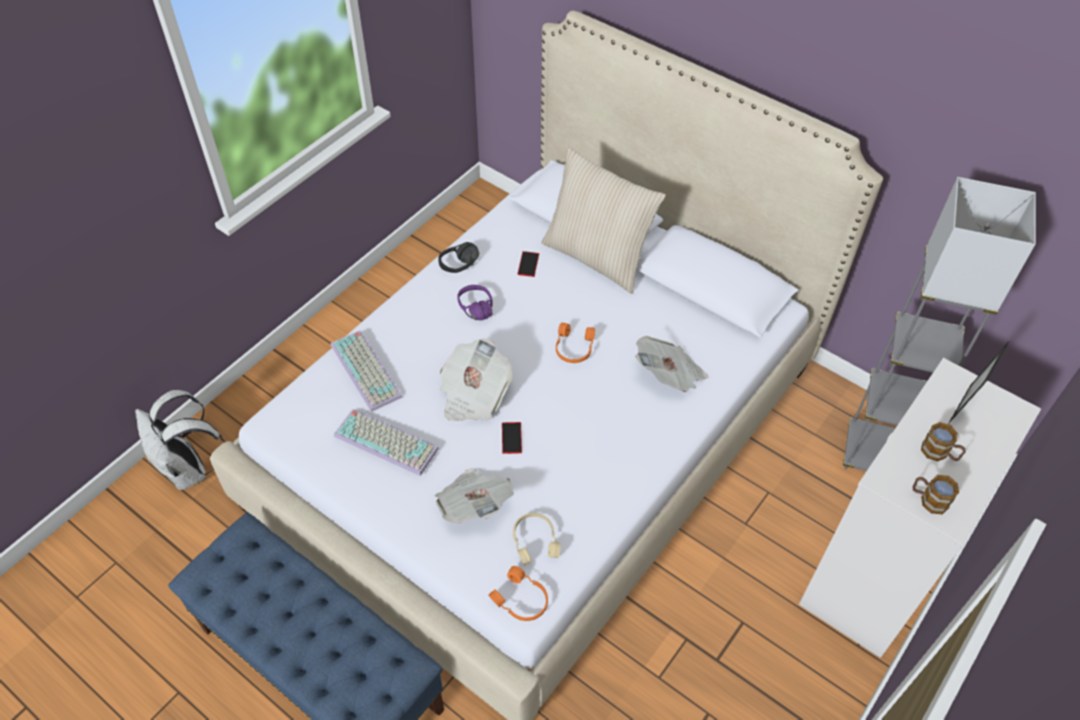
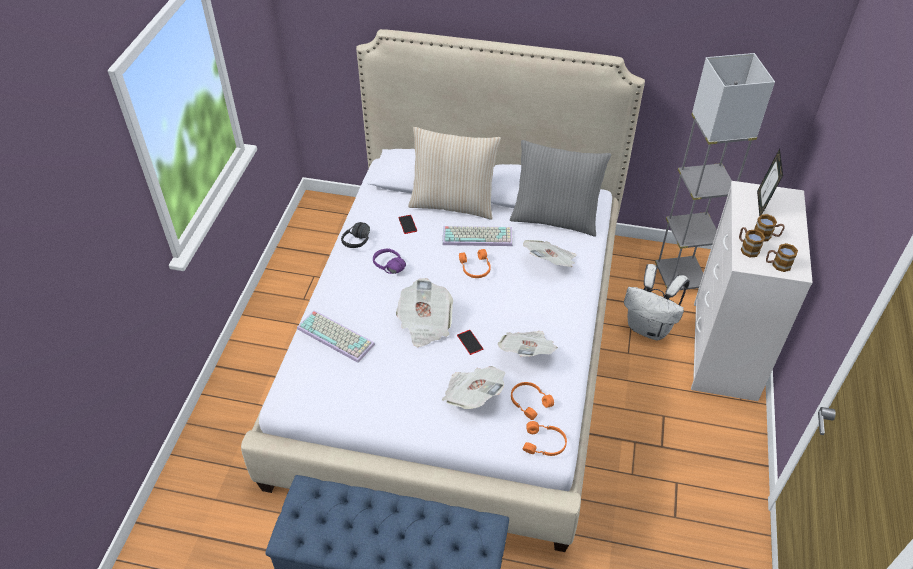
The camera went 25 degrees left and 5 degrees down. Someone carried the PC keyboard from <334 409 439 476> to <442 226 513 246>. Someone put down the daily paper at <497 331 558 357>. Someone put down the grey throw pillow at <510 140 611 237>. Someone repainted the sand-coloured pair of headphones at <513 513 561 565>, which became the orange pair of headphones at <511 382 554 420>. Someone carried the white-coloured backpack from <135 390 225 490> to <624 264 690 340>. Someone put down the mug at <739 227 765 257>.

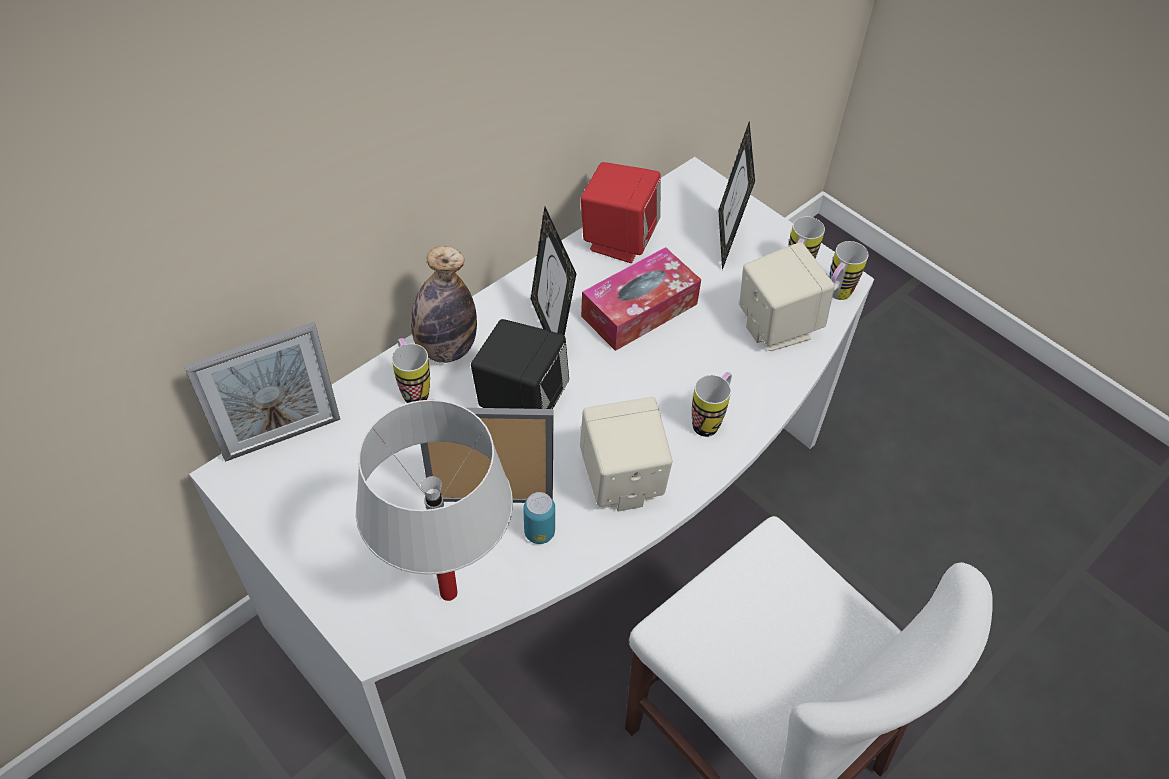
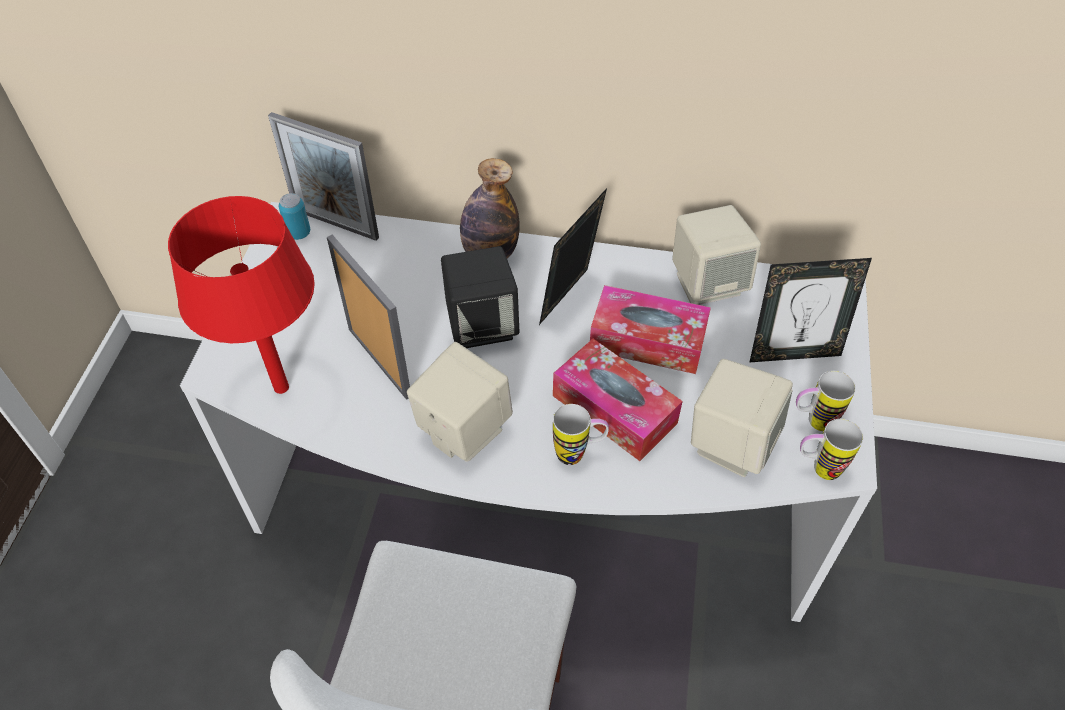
The camera went 55 degrees right and 0 degrees up. Someone repainted the white-coloured lamp for a table at <356 400 513 601>, which became the red lamp for a table at <168 196 315 394>. Someone carried the sealed can from <523 492 555 544> to <279 193 310 240>. Someone put down the tissue box at <553 339 683 461>. Someone repainted the red loudspeaker at <581 162 661 263>, which became the sand-coloured loudspeaker at <672 205 761 305>. Someone rotated the photo frame at <718 122 755 270> by 150 degrees counterclockwise. Someone took away the mug at <392 338 430 403>.

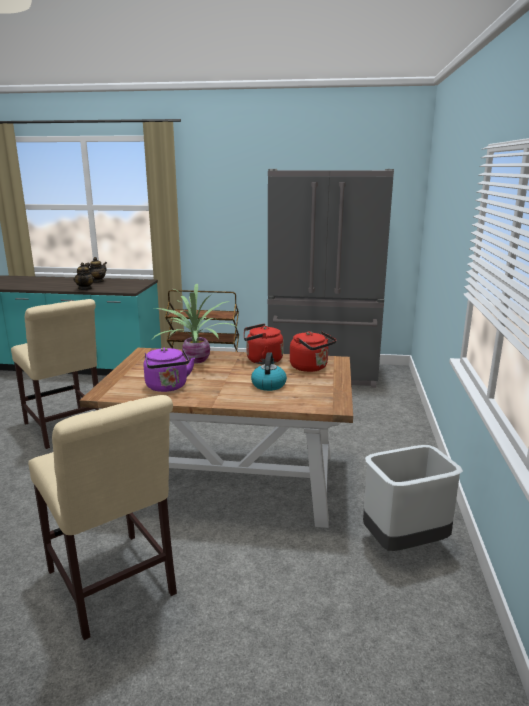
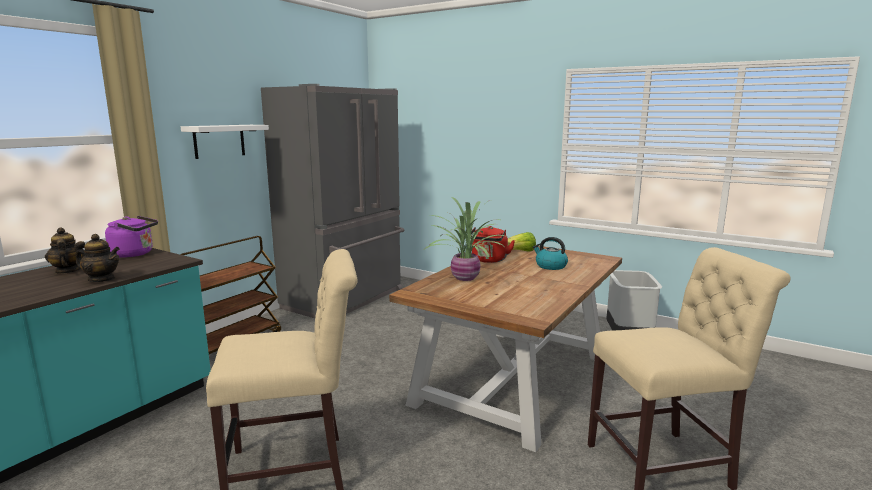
The camera went 65 degrees left and 5 degrees down. Someone carried the purple tea kettle from <144 348 195 392> to <105 216 158 258>. Someone put up the white-coloured bracket shelf at <181 125 269 159>. Someone swapped the red tea kettle at <290 331 336 372> for the head of lettuce at <508 232 536 251>.

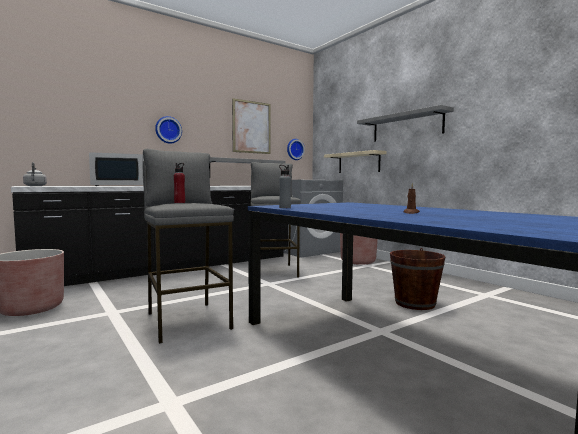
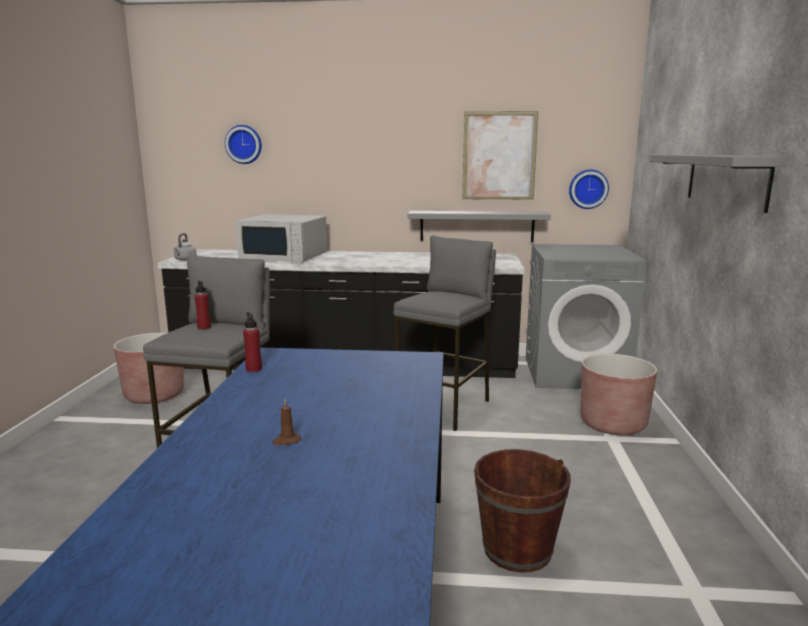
The camera went 40 degrees right and 10 degrees up. Someone carried the hanging clock from <155 116 182 144> to <225 125 262 164>. Someone repainted the grey bottle at <279 165 291 208>, which became the red bottle at <243 312 262 372>. Someone took away the sand-coloured bracket shelf at <324 150 387 173>.

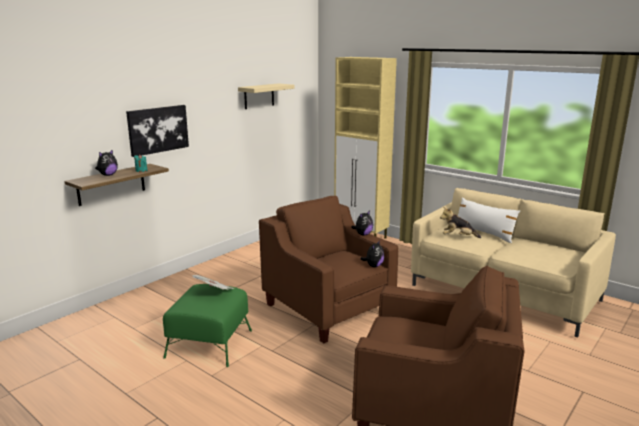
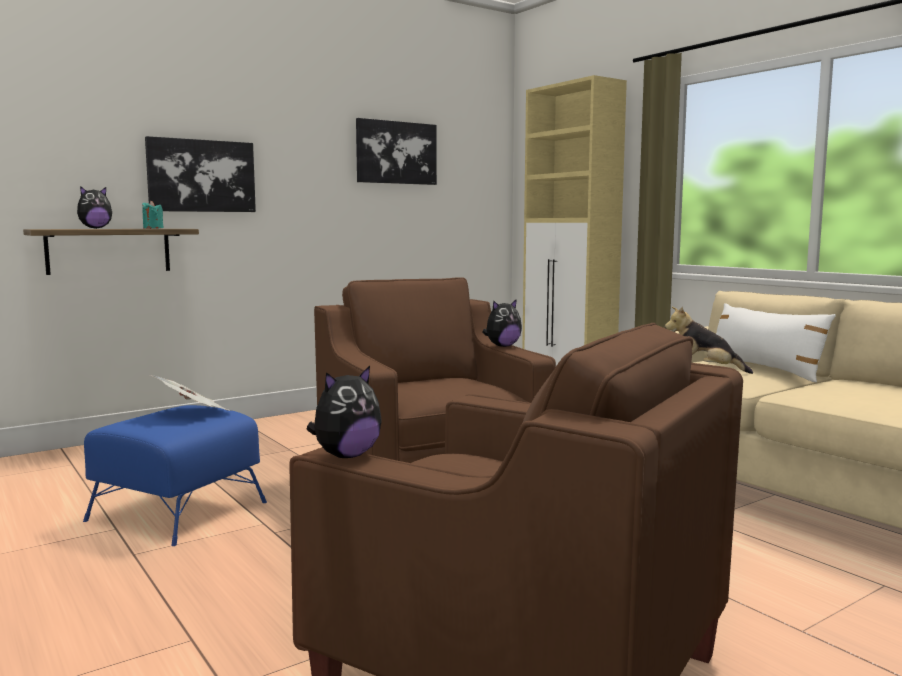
The camera went 15 degrees right and 10 degrees down. Someone repainted the green-coloured footrest at <163 284 252 367>, which became the blue footrest at <83 405 267 546>. Someone carried the cuddly toy from <361 240 384 267> to <306 366 382 458>. Someone swapped the sand-coloured bracket shelf at <238 83 295 109> for the wall picture at <356 118 437 185>.

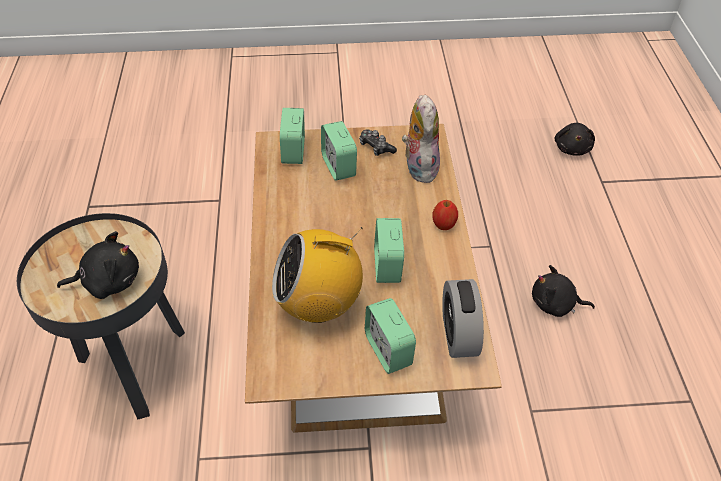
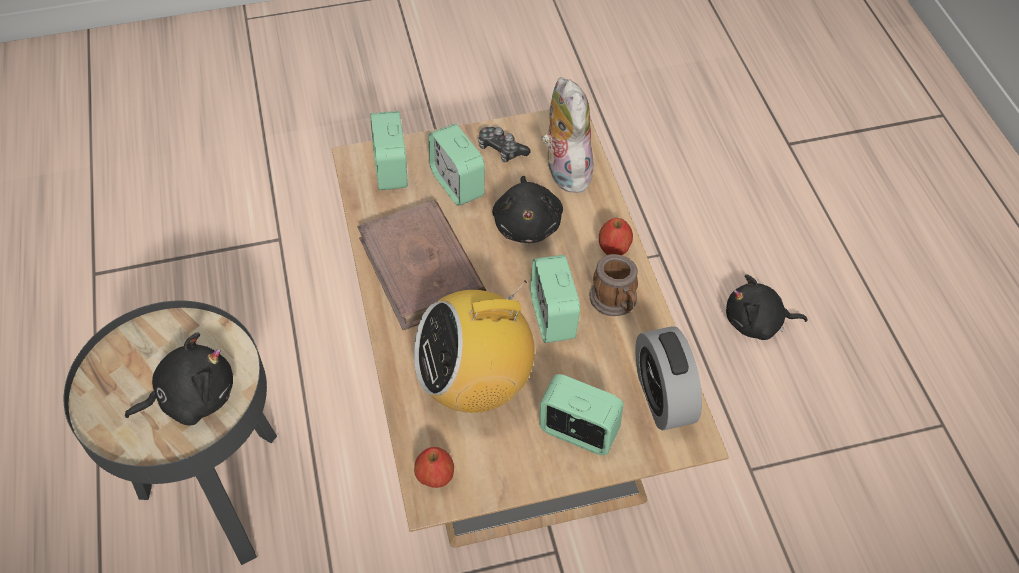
The camera went 10 degrees left and 5 degrees up. Someone put down the brownish book at <357 200 486 330>. Someone put down the apple fruit at <414 447 454 488>. Someone carried the black-coloured cuddly toy from <555 123 595 156> to <492 176 563 243>. Someone rotated the bedside clock at <365 298 416 374> by 150 degrees clockwise. Someone put down the mug at <590 254 638 316>.

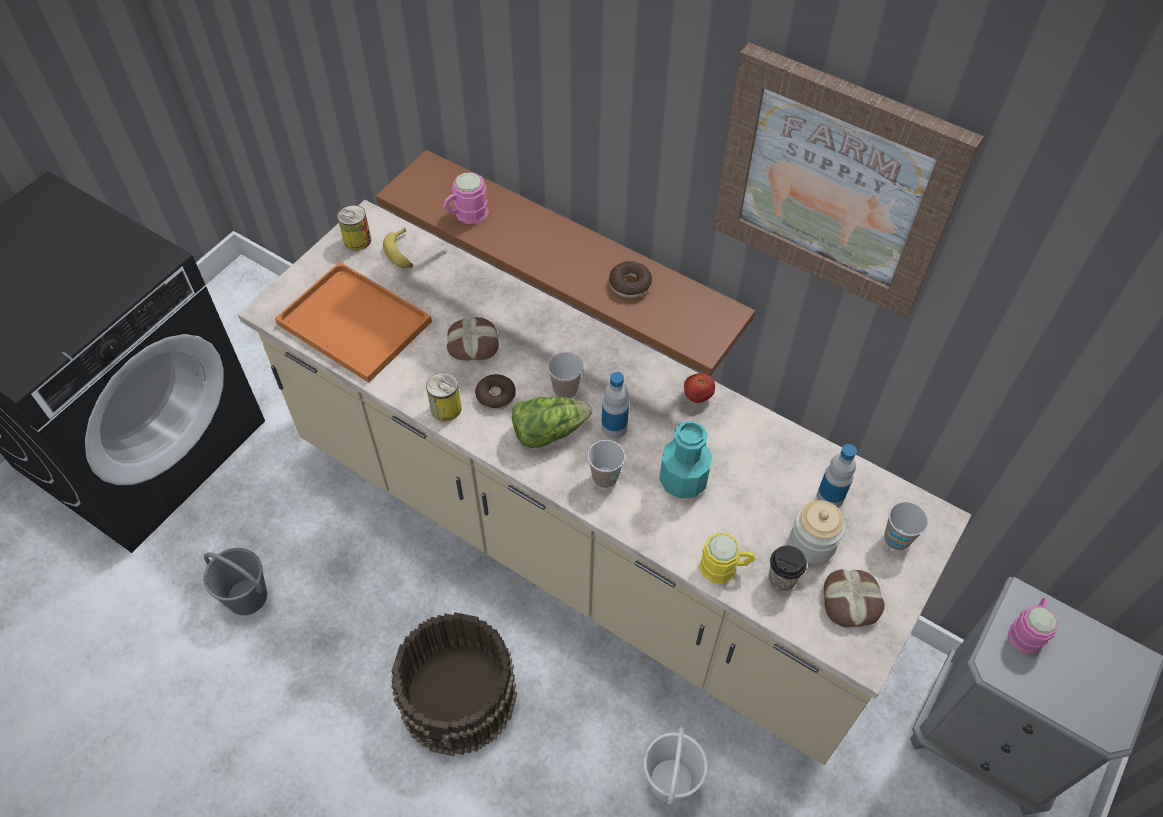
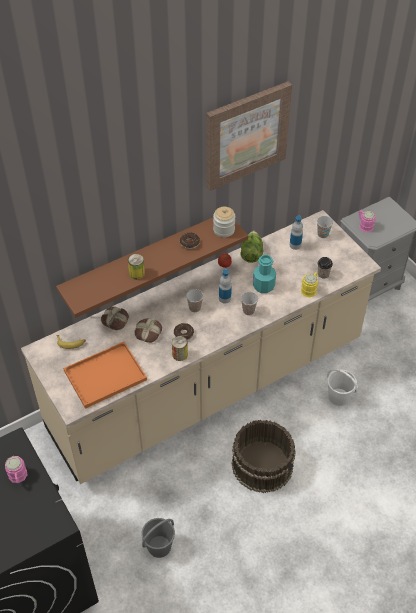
The camera went 65 degrees left and 5 degrees down. Someone carried the pinkish mug from <443 172 489 224> to <5 456 28 483>. Someone carried the baked bread from <824 569 885 627> to <101 307 129 330>. Someone carried the sealed can from <337 205 371 251> to <128 254 145 280>. Someone carried the jar from <789 500 845 564> to <213 207 235 237>. Someone carried the head of lettuce from <512 397 592 448> to <241 231 263 263>.

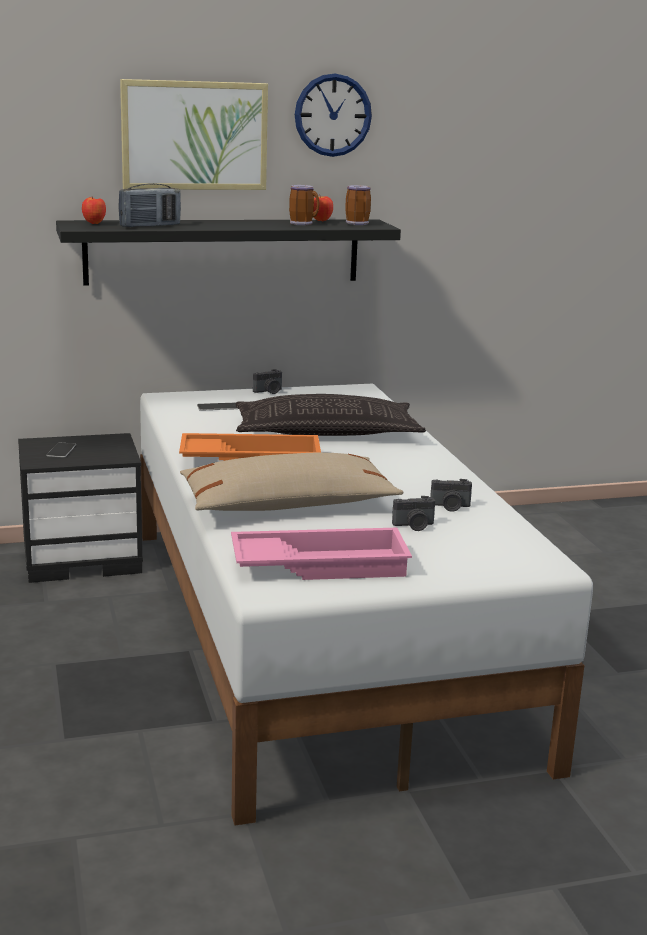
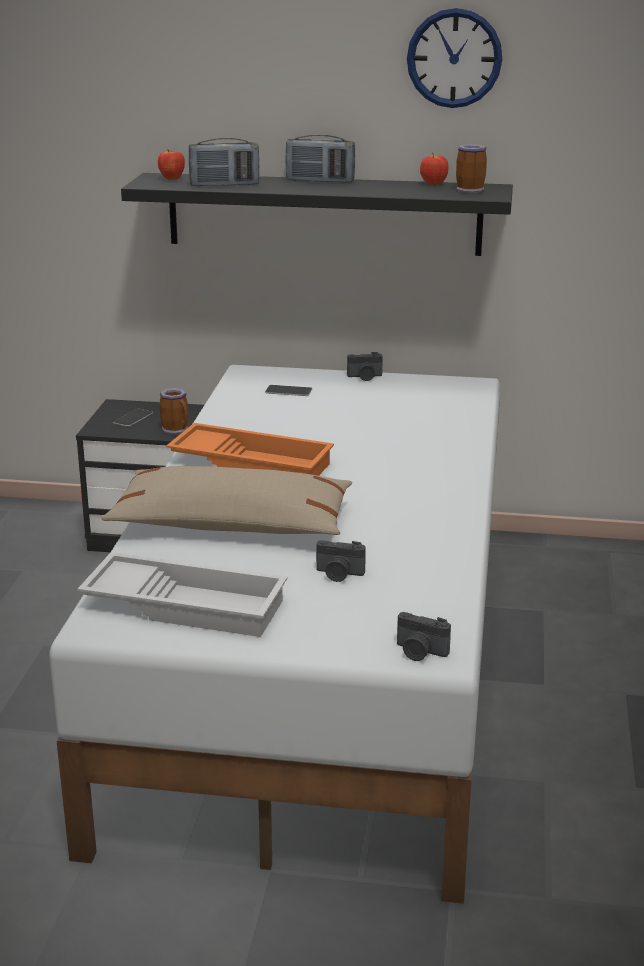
The camera went 25 degrees right and 5 degrees up. Someone repainted the pinkish serving tray at <231 528 412 580>, which became the white-coloured serving tray at <78 552 287 637>. Someone carried the mug from <289 185 320 225> to <160 388 188 434>. Someone put down the radio receiver at <286 135 355 183>. Someone carried the still camera from <430 479 472 512> to <397 612 451 661>. Someone took away the wall picture at <120 79 268 190>. Someone took away the throw pillow at <235 394 426 436>.

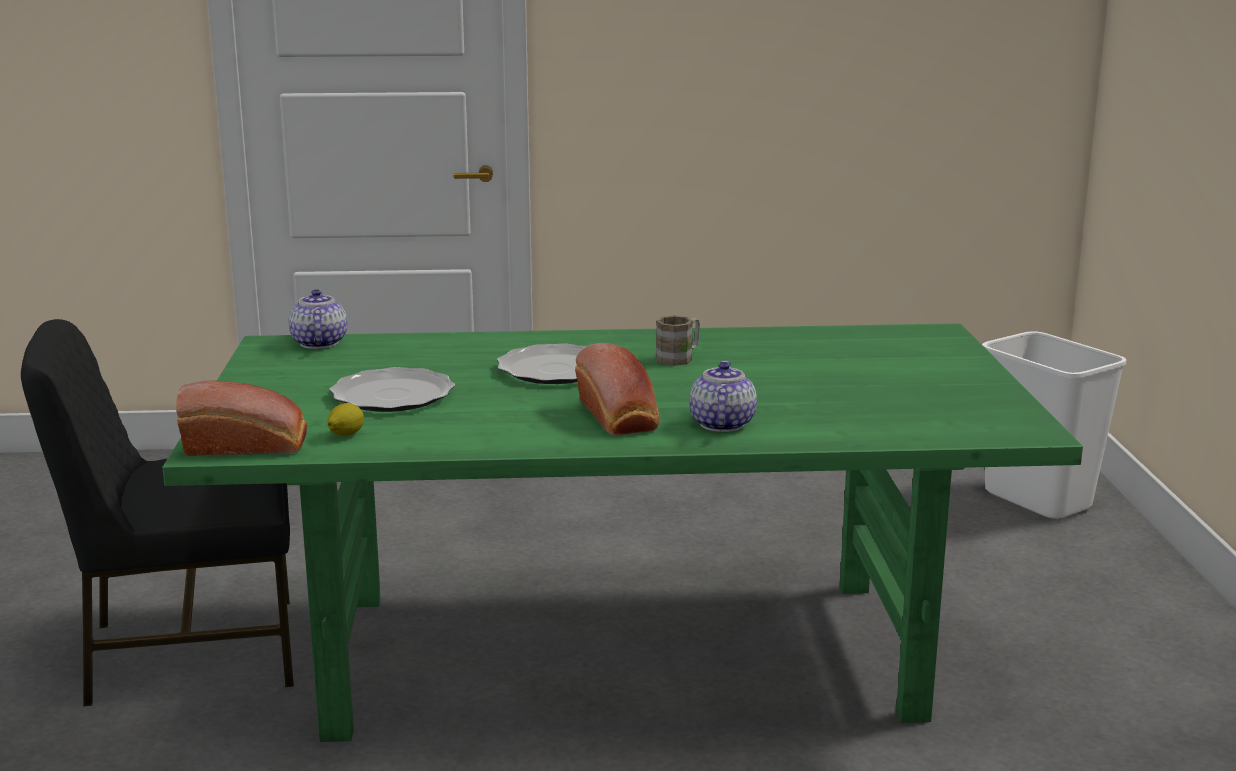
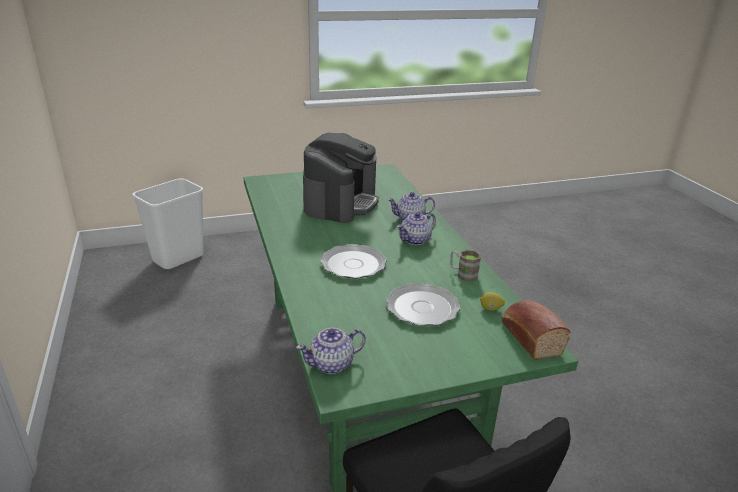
The camera went 105 degrees left and 10 degrees up. Someone put down the coffee machine at <303 133 379 223>. Someone swapped the baked bread at <575 343 660 435> for the tea pot at <397 212 436 245>. Someone carried the brownish mug from <655 315 700 366> to <450 250 481 282>.

